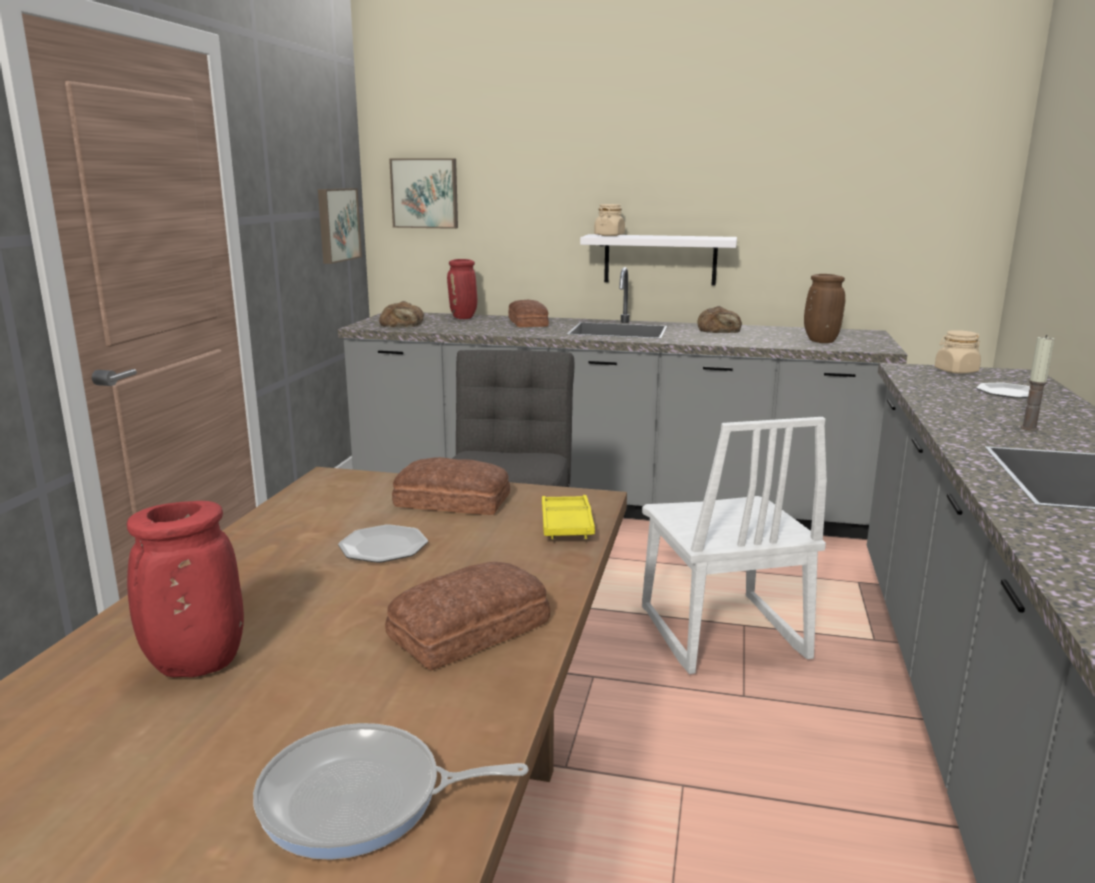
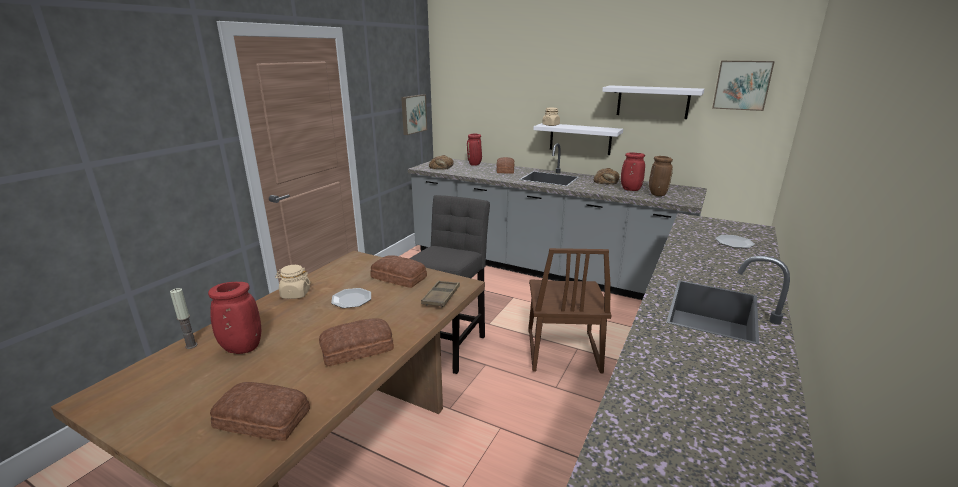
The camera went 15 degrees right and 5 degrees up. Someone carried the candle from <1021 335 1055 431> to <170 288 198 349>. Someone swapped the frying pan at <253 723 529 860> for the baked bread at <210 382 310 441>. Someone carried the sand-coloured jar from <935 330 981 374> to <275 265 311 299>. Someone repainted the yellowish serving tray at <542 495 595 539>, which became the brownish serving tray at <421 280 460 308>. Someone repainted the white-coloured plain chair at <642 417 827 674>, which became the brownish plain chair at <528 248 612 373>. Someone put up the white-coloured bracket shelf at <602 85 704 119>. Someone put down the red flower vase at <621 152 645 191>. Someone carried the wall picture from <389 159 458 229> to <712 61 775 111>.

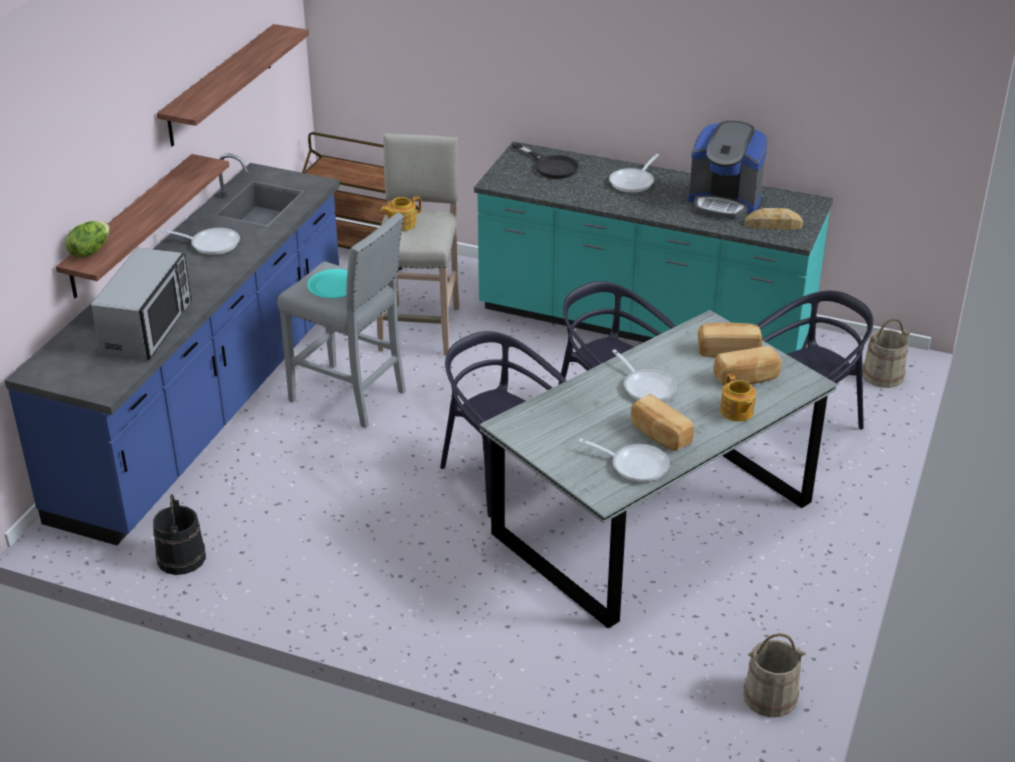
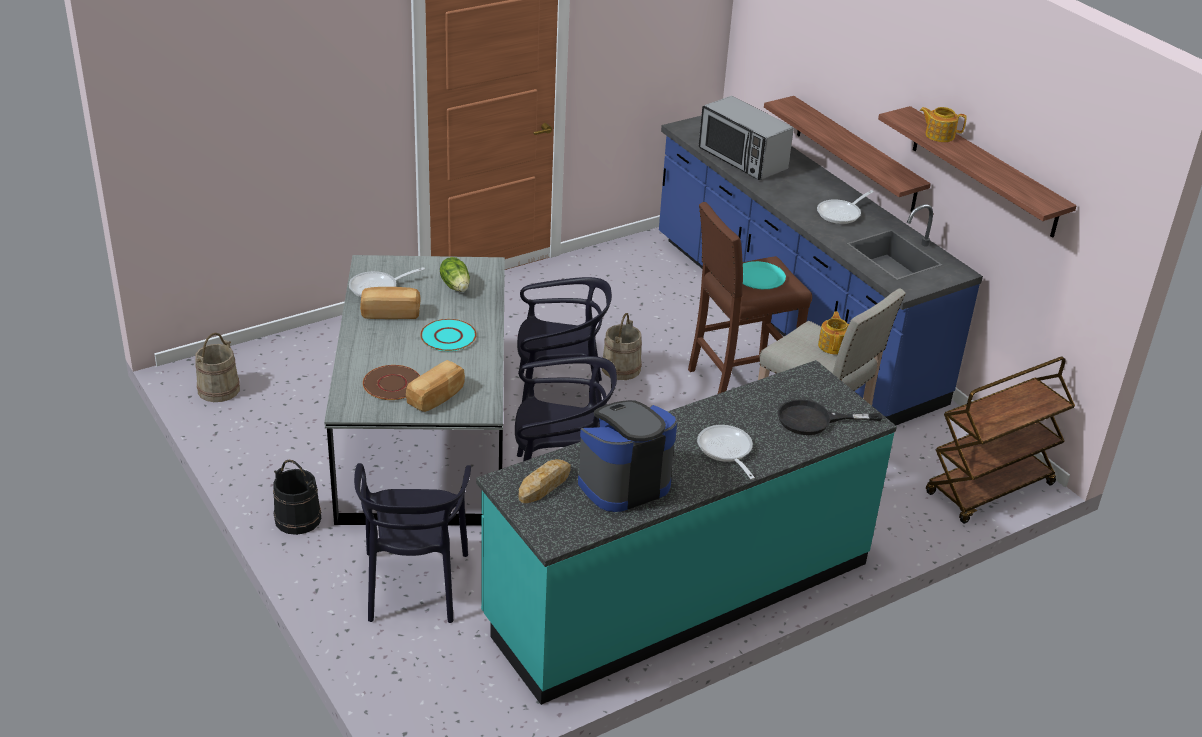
The camera went 125 degrees right and 0 degrees up. Someone carried the black-coloured pail from <153 494 206 575> to <273 460 321 535>. Someone swapped the baked bread at <714 346 781 386> for the brownish plate at <363 365 420 400>. Someone swapped the frying pan at <612 349 677 401> for the turquoise-coloured plate at <420 319 477 351>. Someone carried the head of lettuce from <65 221 110 257> to <440 257 470 292>. Someone carried the sand-coloured pail from <862 318 910 388> to <602 313 642 380>. Someone repainted the grey stool at <277 213 406 428>, which became the brownish stool at <688 202 812 394>. Someone carried the tea pot from <720 374 756 421> to <920 107 967 142>.

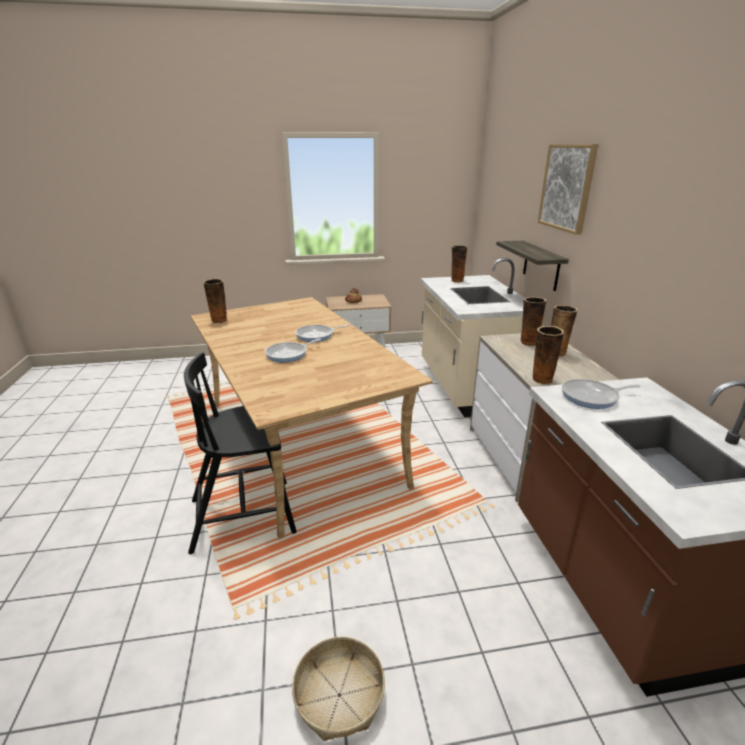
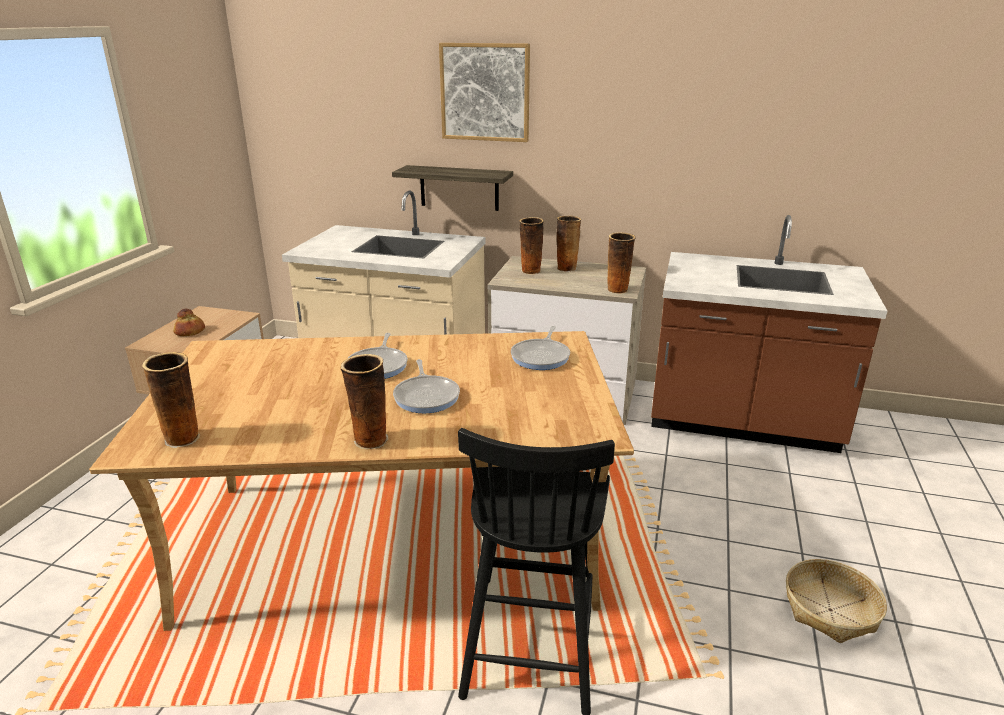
The camera went 65 degrees left and 0 degrees up. Someone carried the flower vase from <451 245 468 282> to <340 354 388 450>. Someone carried the frying pan from <562 379 640 409> to <511 326 570 370>.

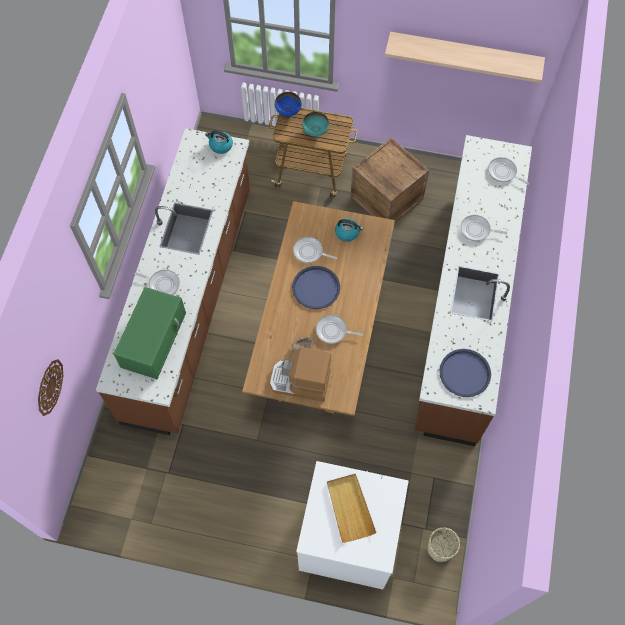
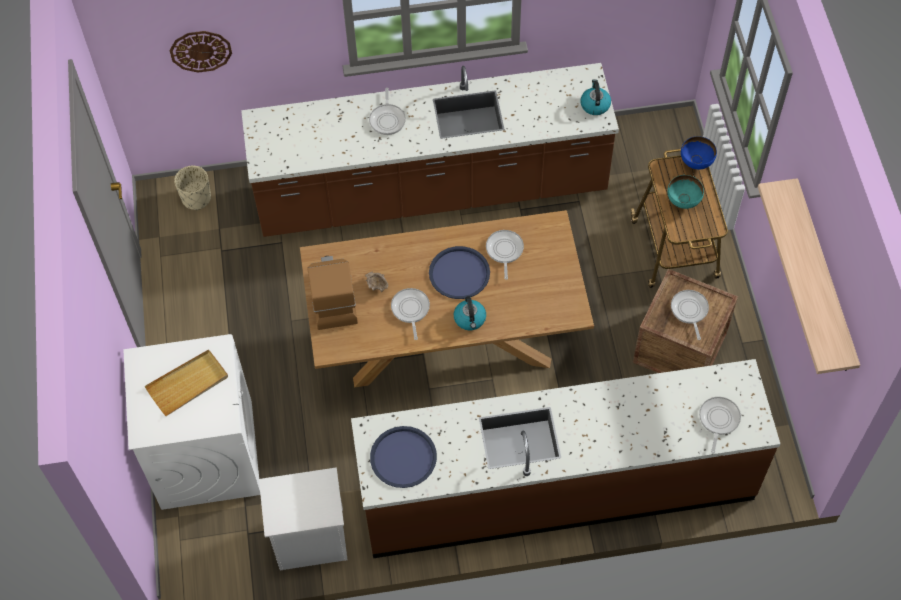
The camera went 70 degrees right and 5 degrees down. Someone carried the sand-coloured planter from <427 528 460 562> to <174 166 211 210>. Someone put down the white-coloured night table at <259 467 348 571>. Someone carried the tea kettle from <335 218 363 242> to <454 296 486 330>. Someone carried the frying pan from <461 215 507 242> to <671 290 709 340>. Someone took away the green-coloured kitchen microwave at <114 287 186 379>.

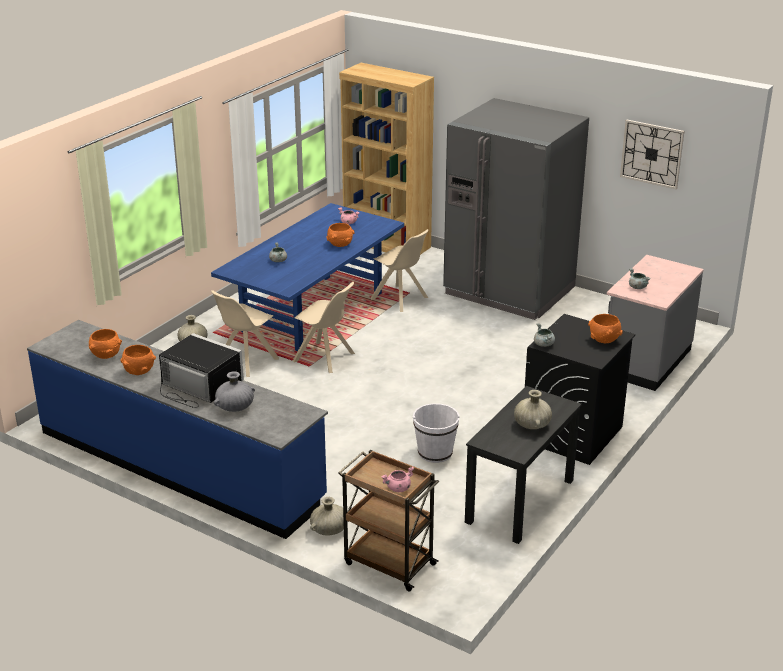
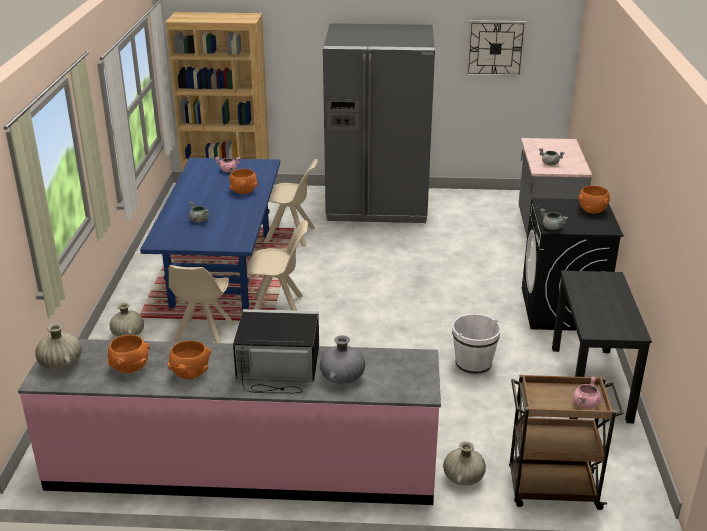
The camera went 30 degrees left and 0 degrees up. Someone repainted the blue kitchen counter at <27 320 328 539>, which became the pinkish kitchen counter at <18 339 441 505>. Someone carried the sand-coloured flower vase from <514 390 552 429> to <35 323 82 370>.

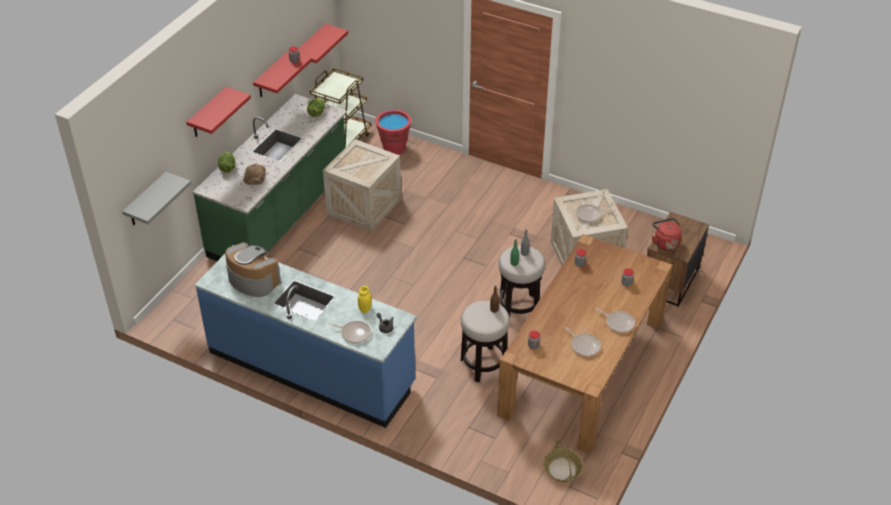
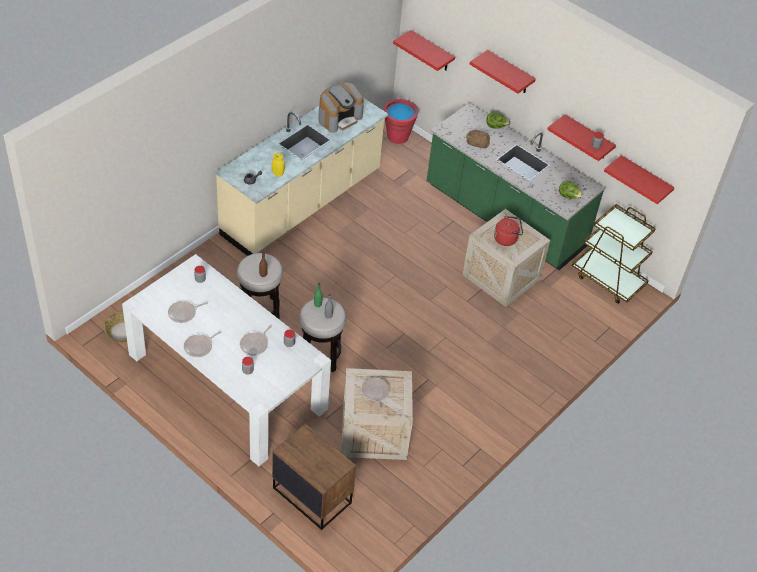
The camera went 100 degrees right and 5 degrees up. Someone repainted the brownish kitchen table at <497 234 673 454>, which became the white-coloured kitchen table at <122 254 331 466>. Someone repainted the blue kitchen counter at <195 245 417 428>, which became the sand-coloured kitchen counter at <215 98 388 256>. Someone carried the frying pan from <329 321 371 343> to <240 325 272 355>. Someone carried the red pail from <375 109 411 155> to <383 99 418 144>. Someone repainted the grey bracket shelf at <122 172 191 225>, which became the red bracket shelf at <393 30 455 71>. Someone carried the red tea kettle from <652 218 682 251> to <494 216 523 246>.

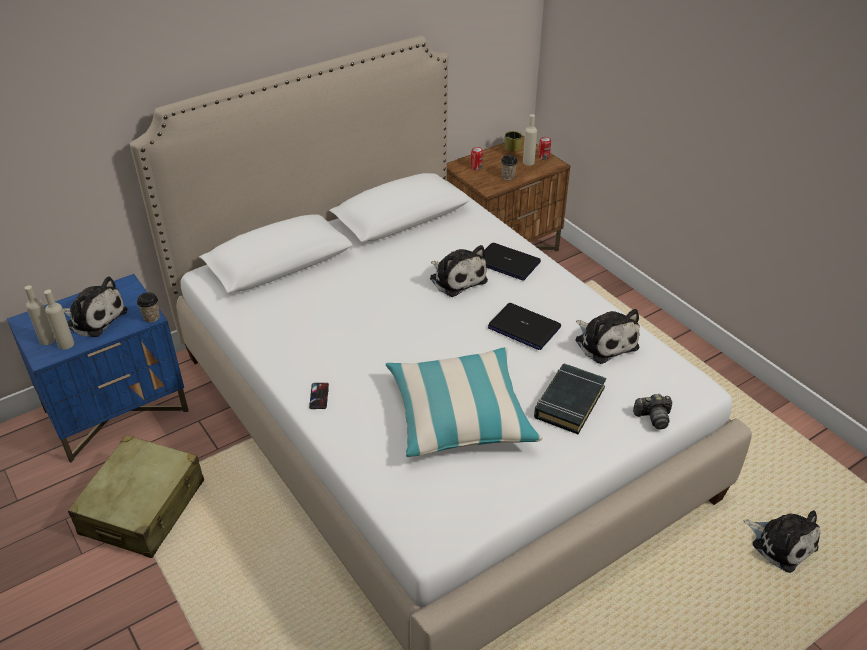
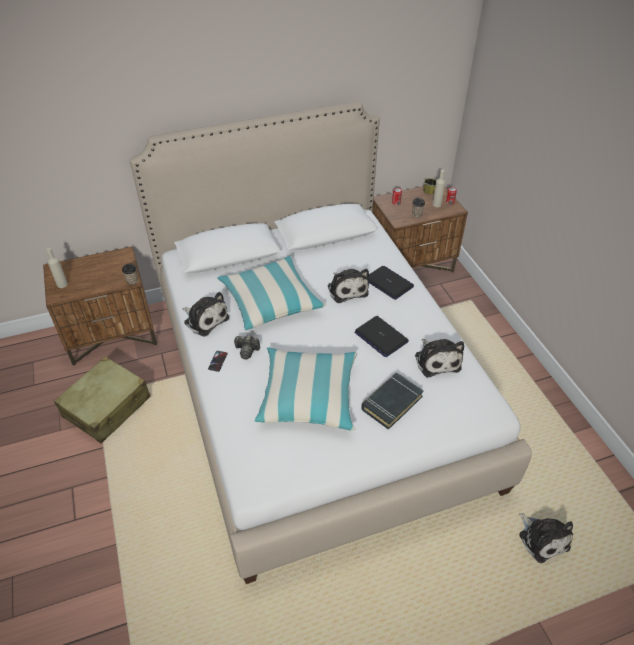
The camera went 15 degrees right and 5 degrees up. Someone repainted the blue night table at <7 274 189 463>, which became the brownish night table at <43 246 157 366>. Someone carried the cuddly toy from <63 276 127 337> to <182 292 229 337>. Someone put down the throw pillow at <217 256 326 330>. Someone carried the still camera from <633 394 672 429> to <234 335 260 360>. Someone took away the sand-coloured bottle at <44 290 74 350>.

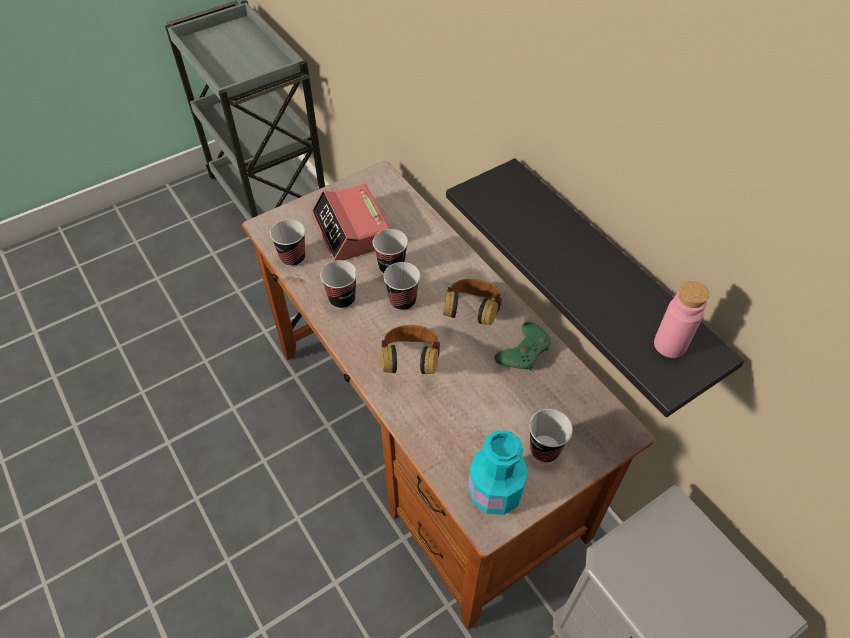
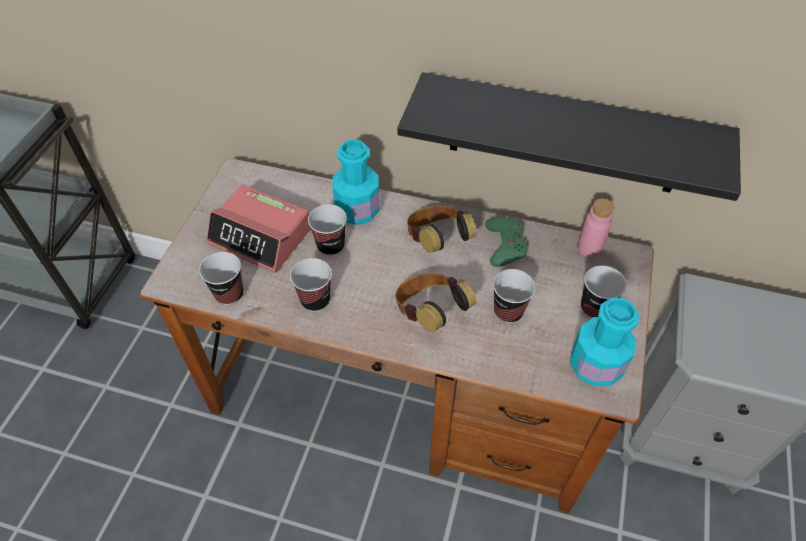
The camera went 40 degrees left and 0 degrees up. Someone put down the turquoise-coloured bottle at <332 139 380 225>. Someone carried the cup from <384 262 420 311> to <493 269 535 323>. Someone carried the pinkish bottle from <654 281 709 358> to <577 198 614 258>.

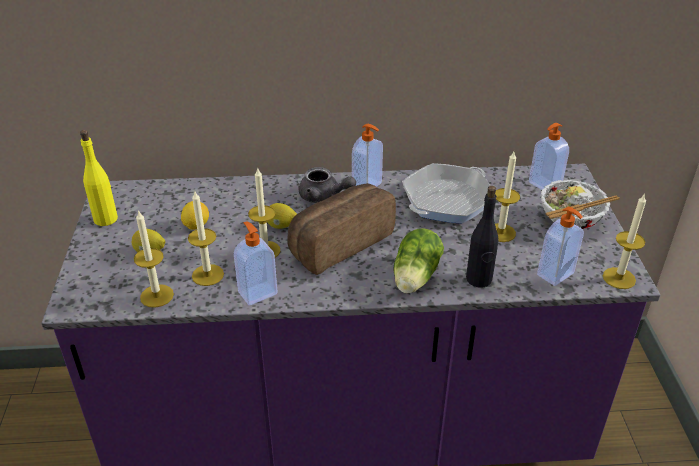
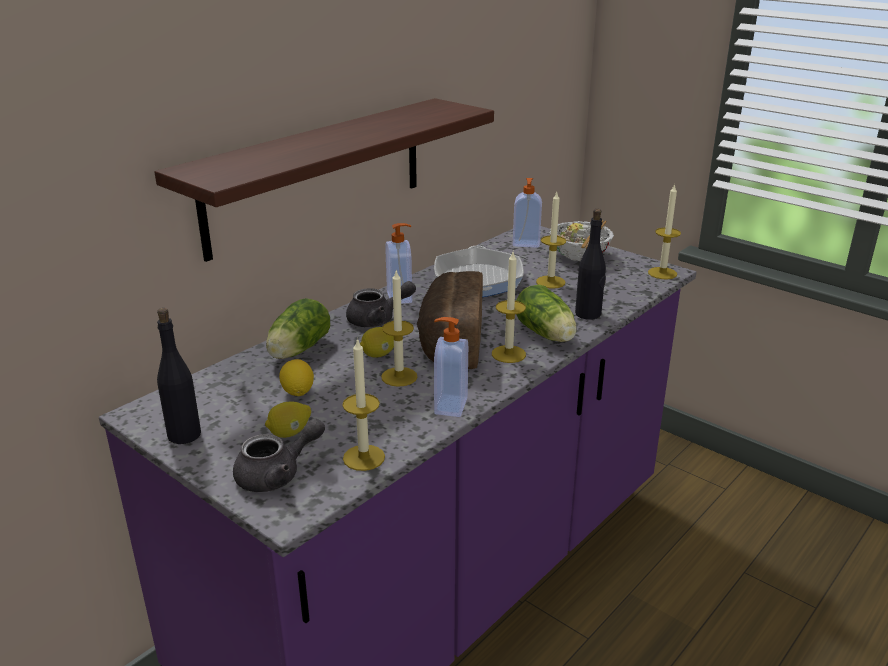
The camera went 45 degrees left and 10 degrees down. Someone put up the bracket shelf at <154 98 494 262>. Someone repainted the yellowish bottle at <80 130 118 226>, which became the black-coloured bottle at <157 308 201 444>. Someone put down the grey tea pot at <233 418 325 492>. Someone put down the head of lettuce at <266 298 330 359>. Someone carried the candle from <188 192 224 286> to <492 252 526 363>. Someone took away the soap bottle at <537 207 584 286>.

